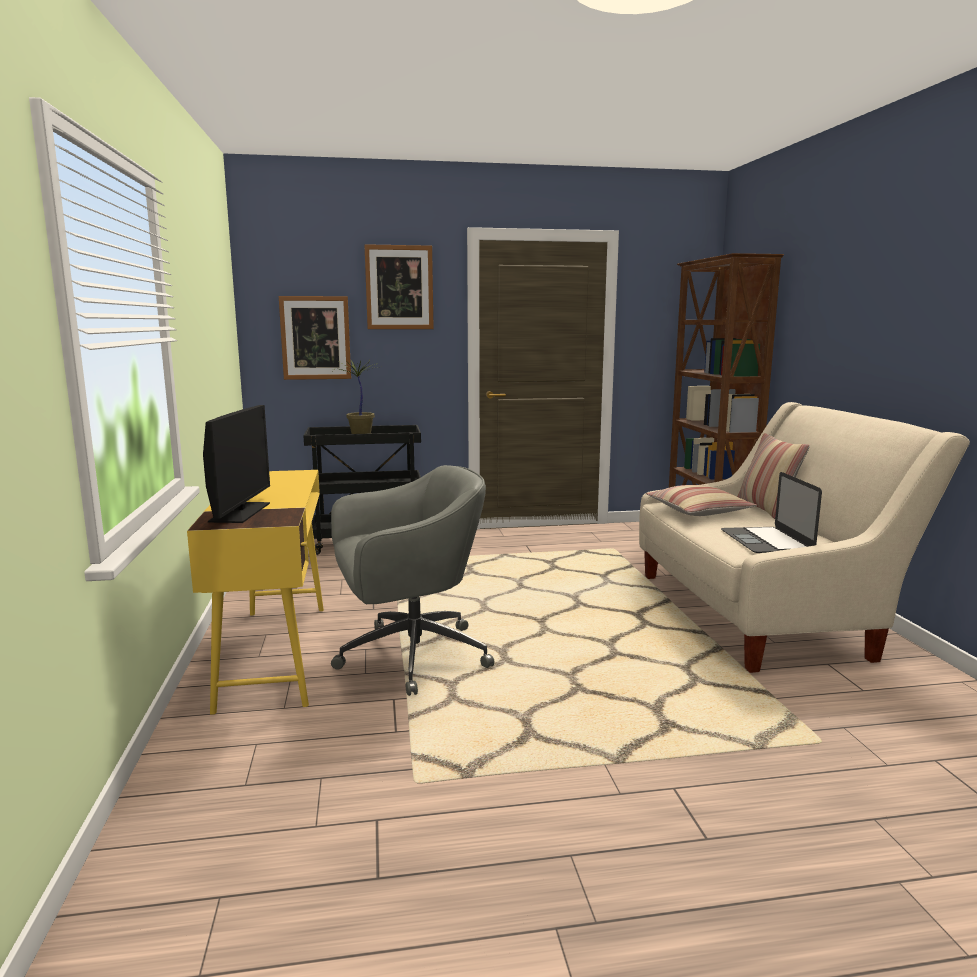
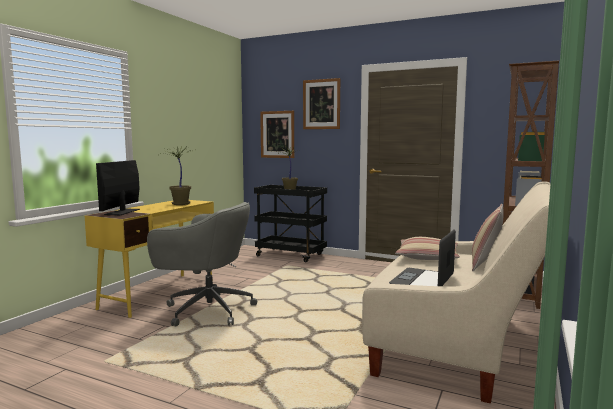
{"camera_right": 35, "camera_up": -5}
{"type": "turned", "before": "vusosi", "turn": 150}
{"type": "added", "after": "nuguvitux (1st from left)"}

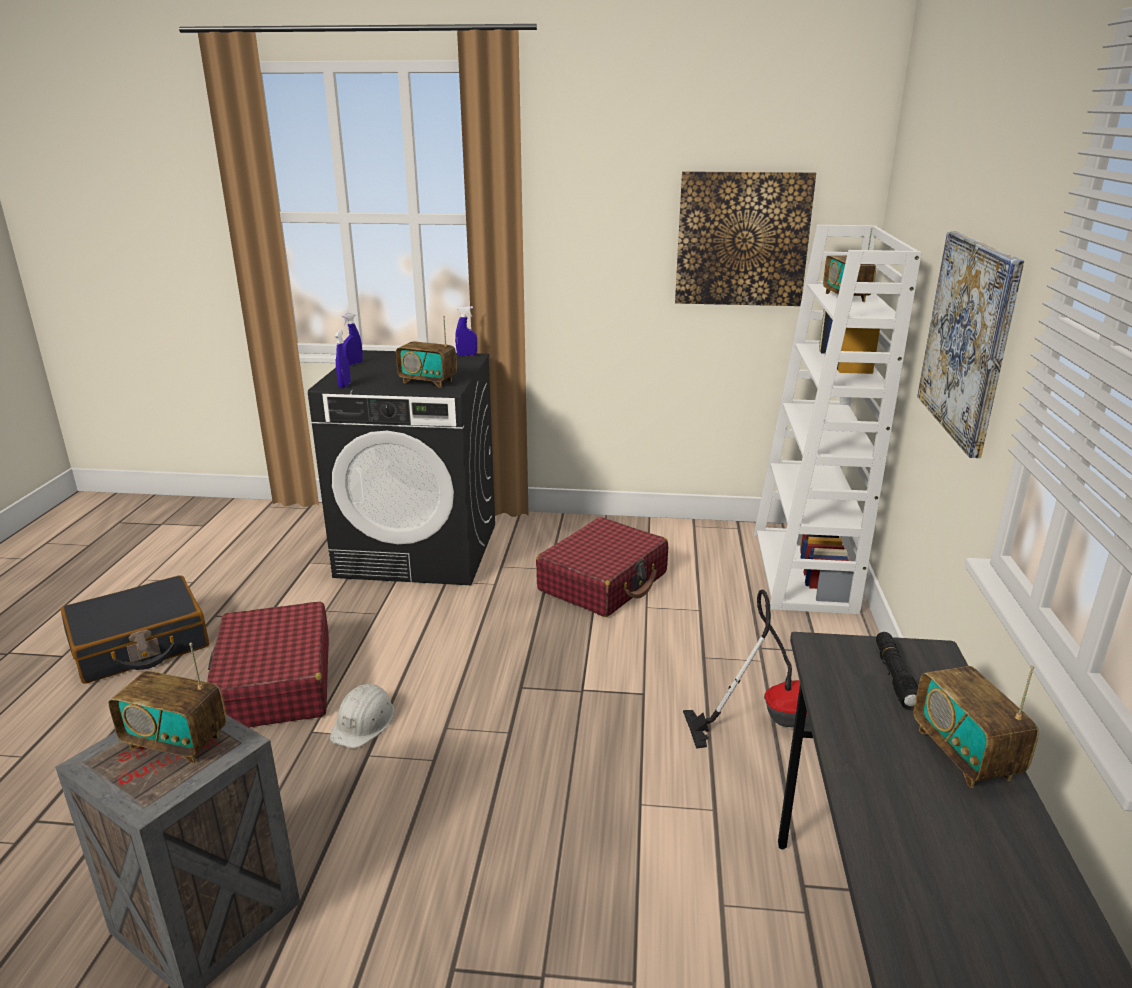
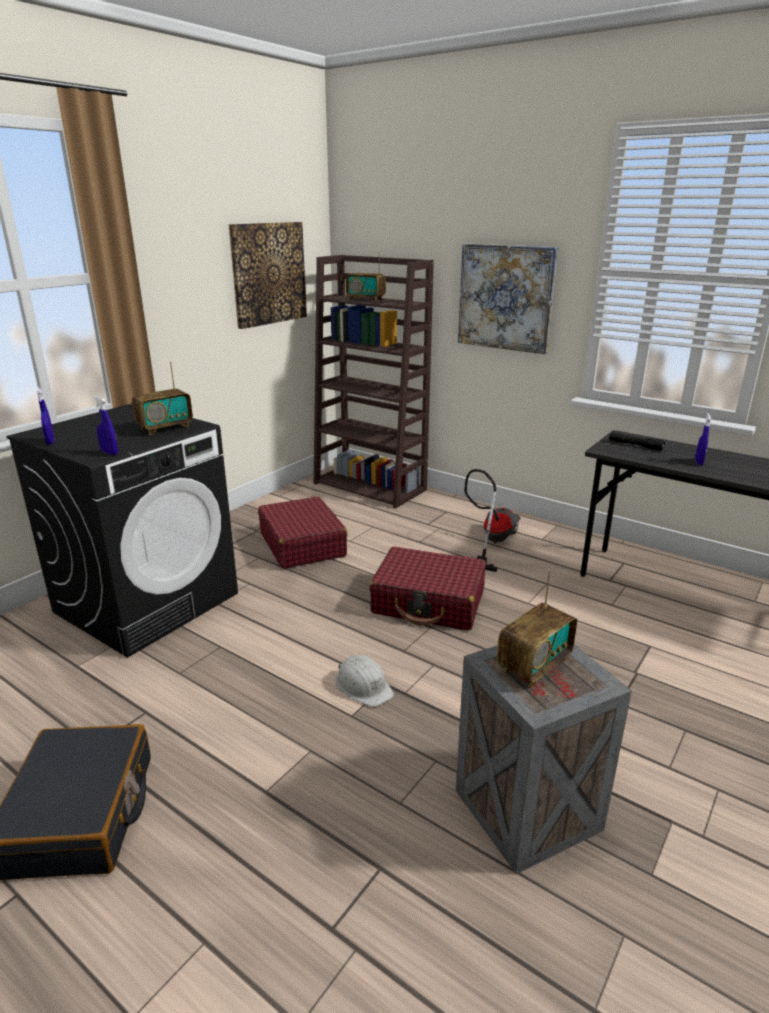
{"camera_right": -60, "camera_up": 0}
{"type": "recoloured", "before": "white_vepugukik", "after": "brown_vepugukik"}
{"type": "moved", "before": "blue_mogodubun (3rd from left)"}
{"type": "moved", "before": "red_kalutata (1st from left in the first image)", "after": "red_kalutata (2nd from left)"}
{"type": "removed", "before": "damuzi (4th from left)"}

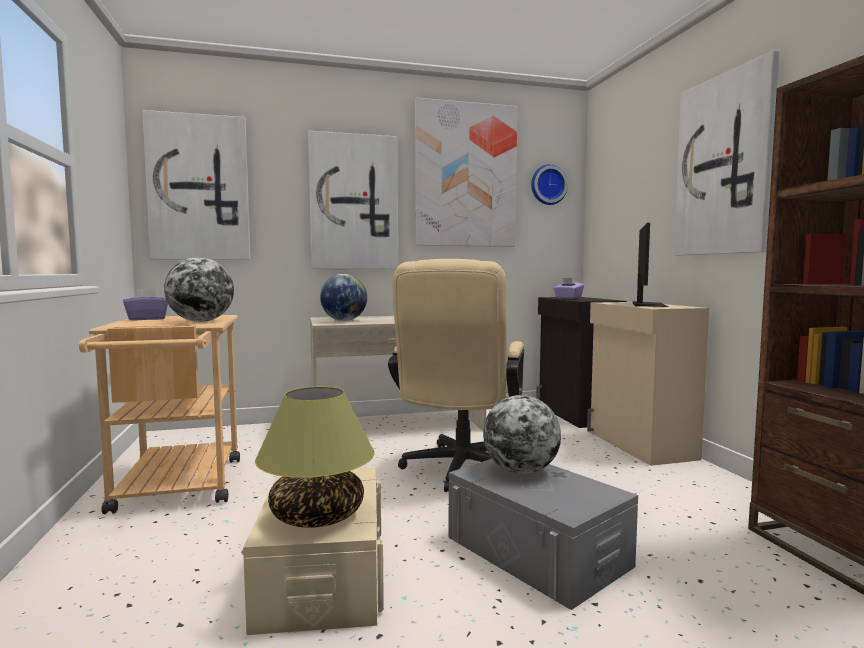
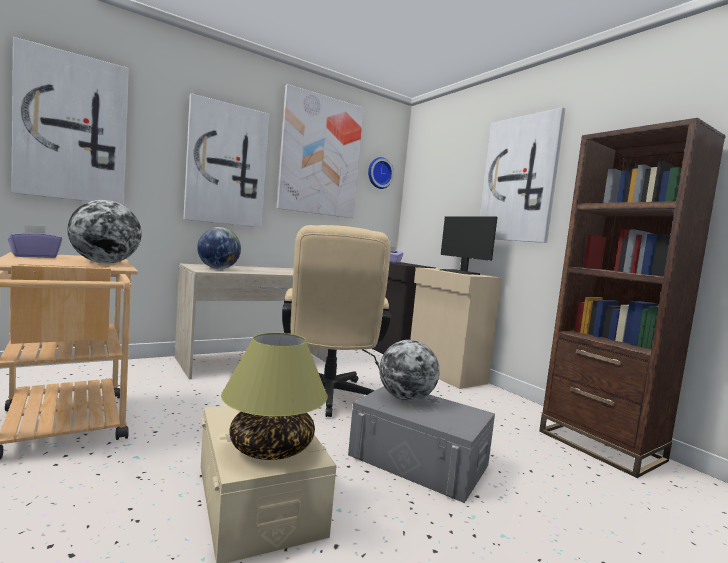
{"camera_right": -20, "camera_up": 0}
{"type": "turned", "before": "vusosi", "turn": 150}

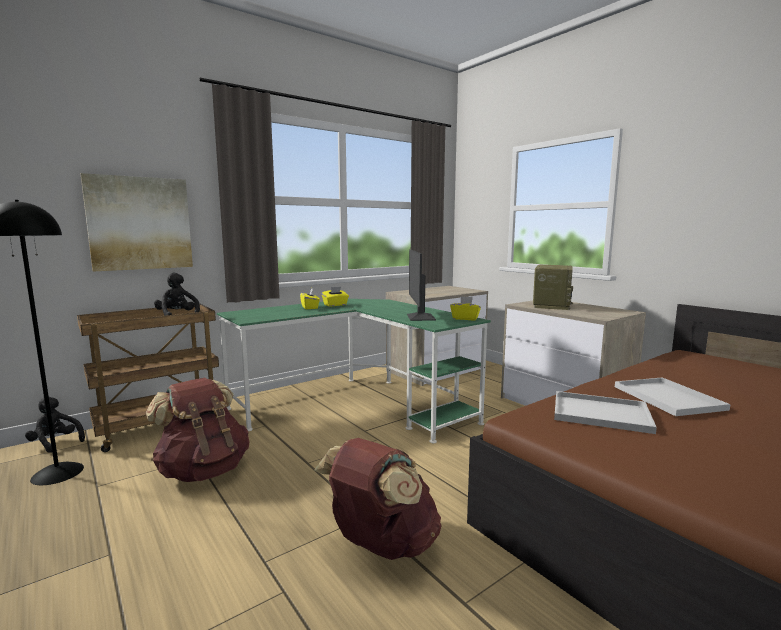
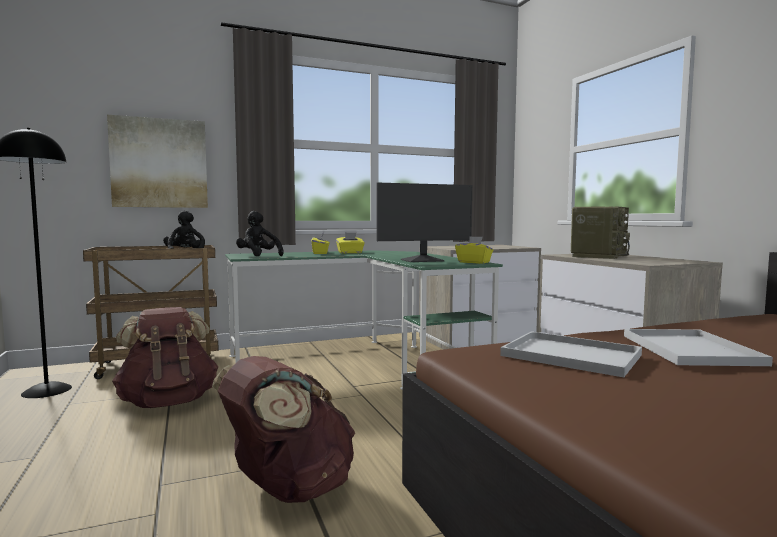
{"camera_right": 15, "camera_up": -5}
{"type": "turned", "before": "vusosi", "turn": -120}
{"type": "moved", "before": "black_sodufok (1st from left in the first image)", "after": "black_sodufok (2nd from left)"}

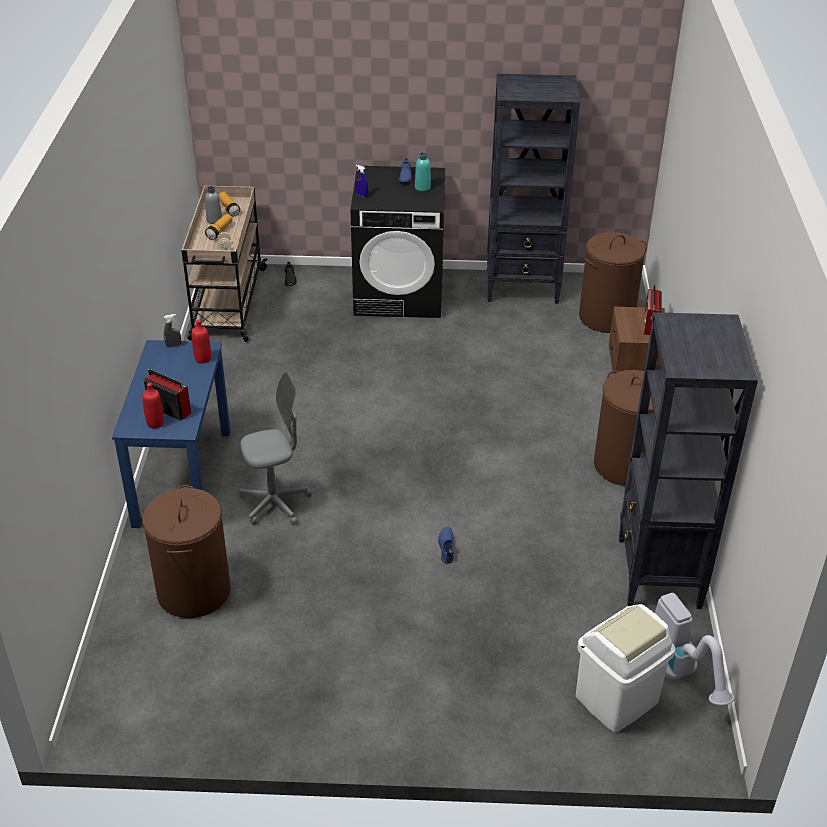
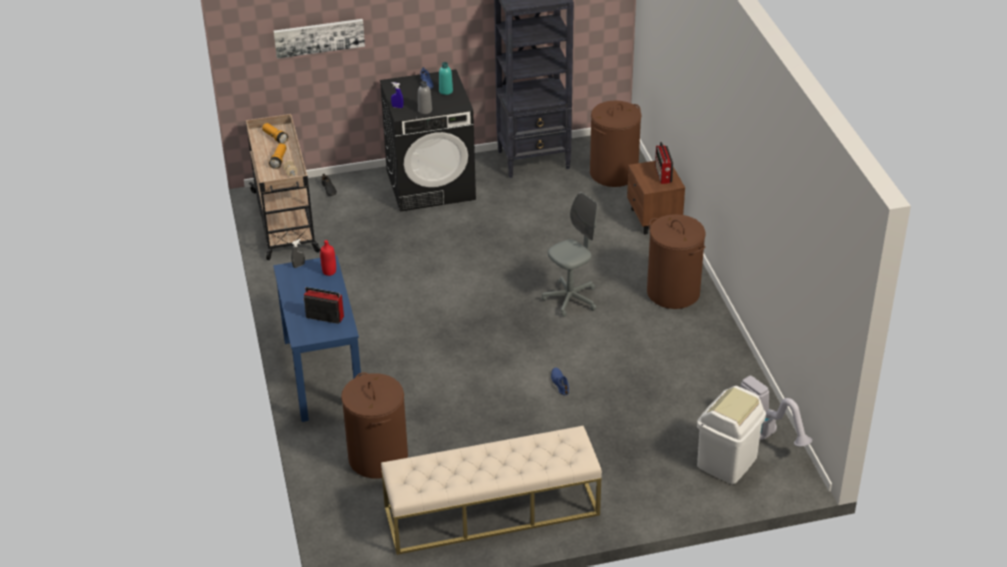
{"camera_right": -15, "camera_up": 0}
{"type": "moved", "before": "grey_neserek"}
{"type": "removed", "before": "black_vepugukik (2nd from left)"}
{"type": "moved", "before": "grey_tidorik"}
{"type": "removed", "before": "red_neserek (1st from left)"}
{"type": "added", "after": "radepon"}
{"type": "added", "after": "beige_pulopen"}

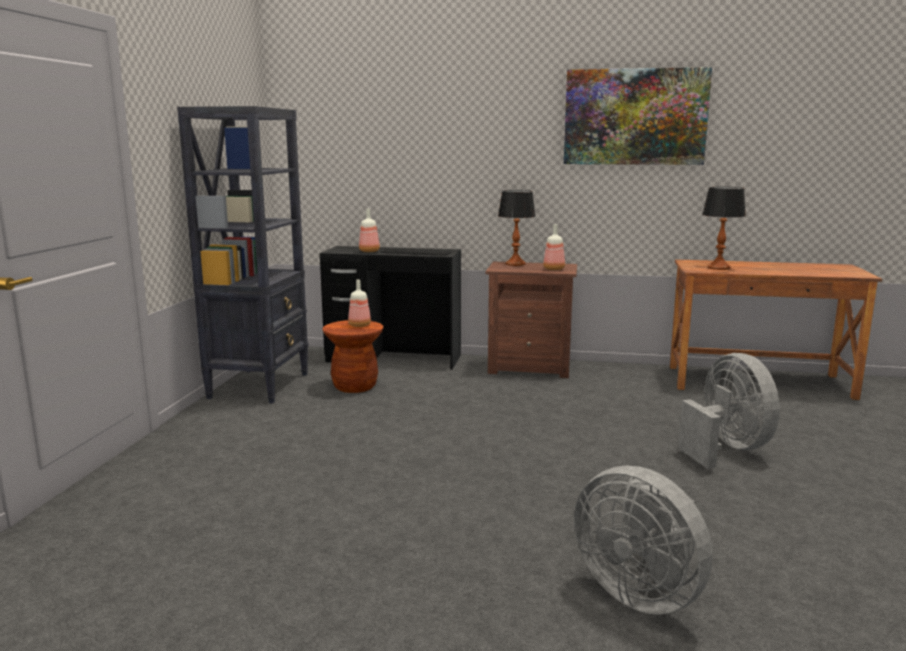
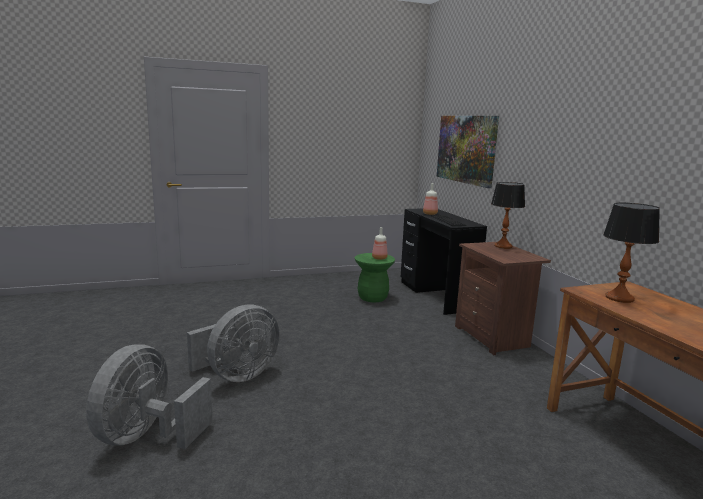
{"camera_right": 60, "camera_up": 0}
{"type": "moved", "before": "radepon"}
{"type": "removed", "before": "black_vepugukik"}
{"type": "removed", "before": "neserek (3rd from left)"}
{"type": "recoloured", "before": "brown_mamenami", "after": "green_mamenami"}
{"type": "moved", "before": "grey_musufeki (2nd from left)"}

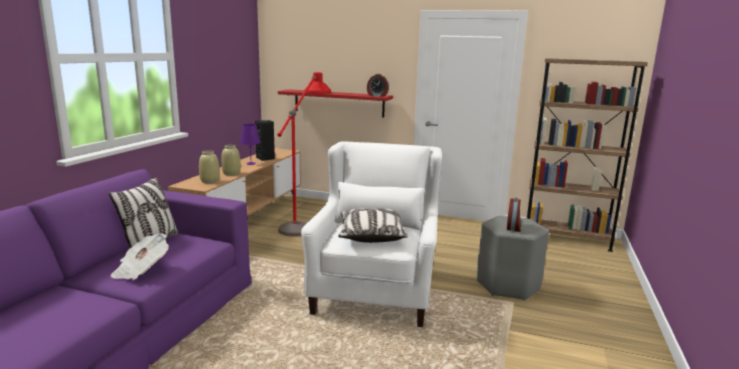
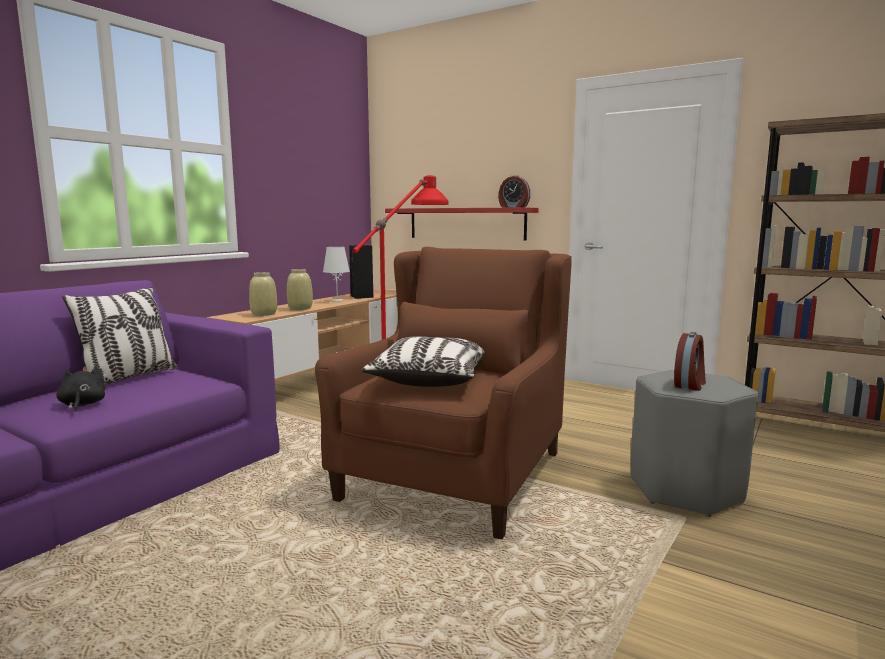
{"camera_right": 15, "camera_up": -5}
{"type": "recoloured", "before": "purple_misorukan", "after": "white_misorukan"}
{"type": "recoloured", "before": "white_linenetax", "after": "brown_linenetax"}
{"type": "replaced", "before": "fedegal", "after": "black_sodufok"}

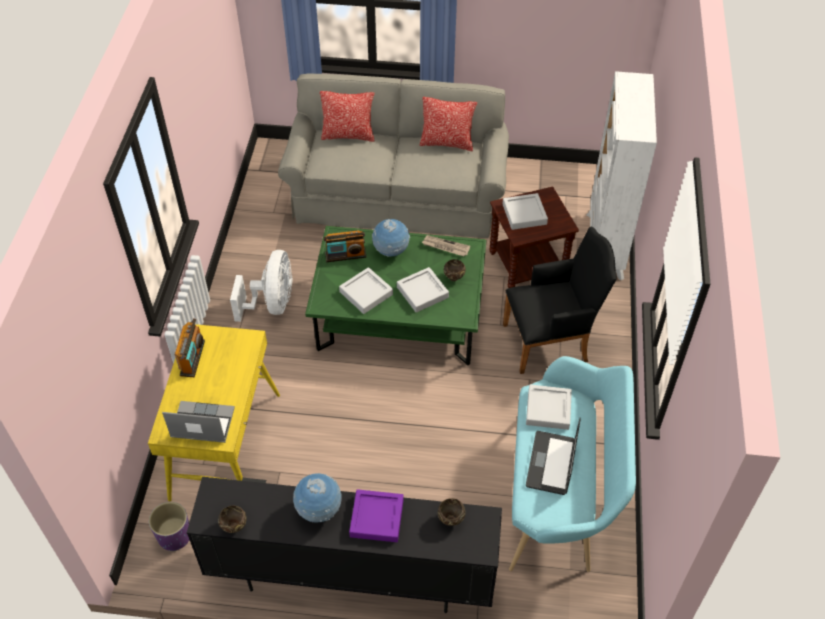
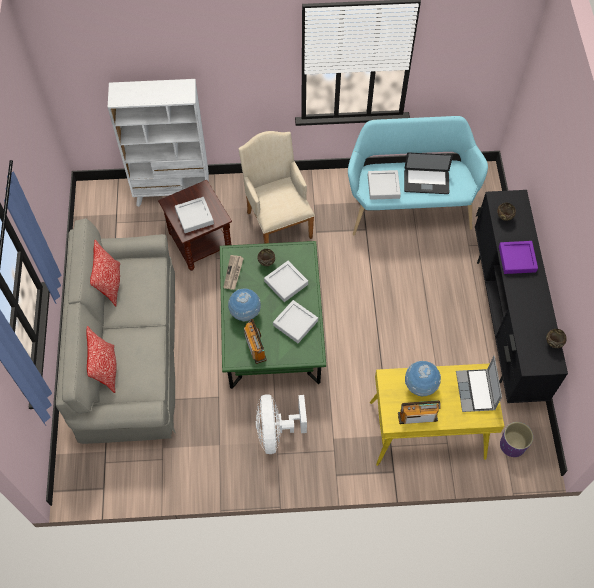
{"camera_right": -100, "camera_up": 10}
{"type": "recoloured", "before": "black_linenetax", "after": "beige_linenetax"}
{"type": "turned", "before": "white_musufeki", "turn": -90}
{"type": "moved", "before": "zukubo (1st from left in the first image)", "after": "zukubo (2nd from left)"}

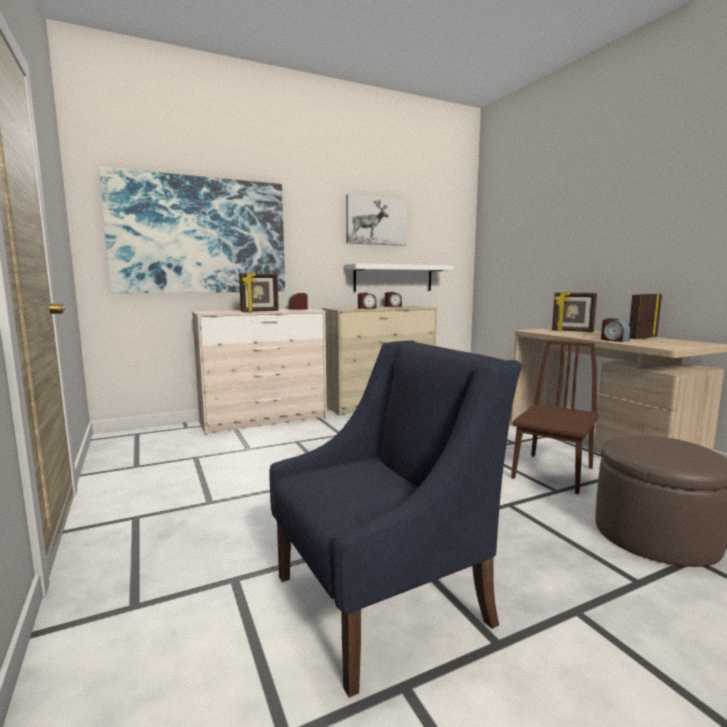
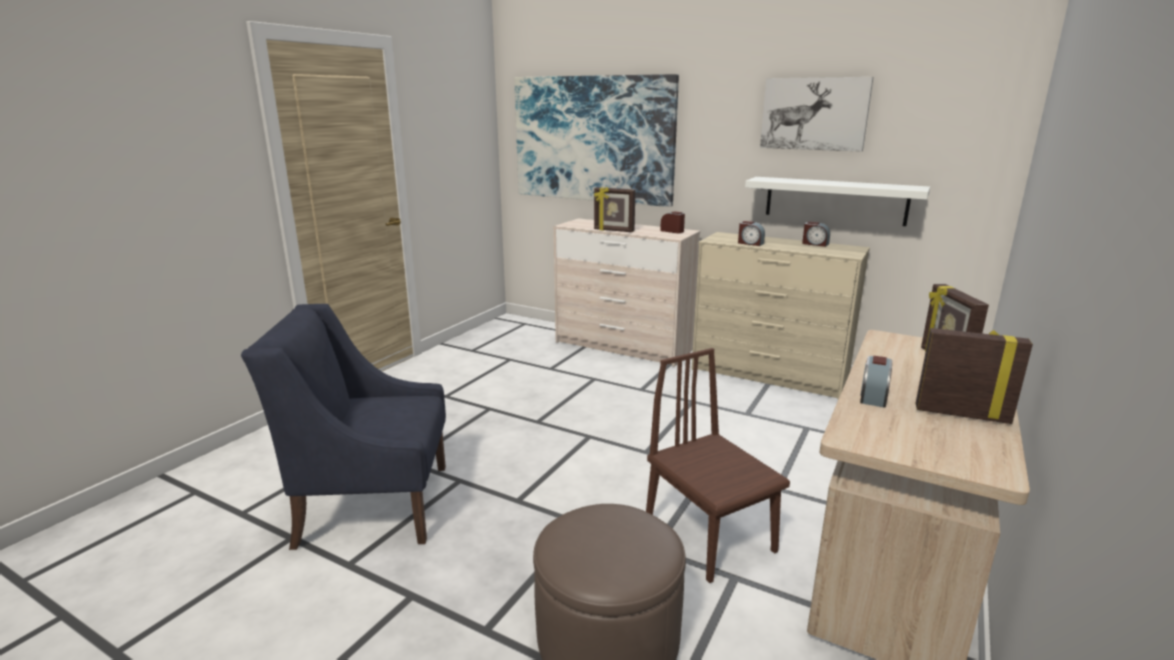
{"camera_right": 55, "camera_up": 10}
{"type": "turned", "before": "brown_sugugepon", "turn": -120}
{"type": "turned", "before": "blue_linenetax", "turn": 150}

